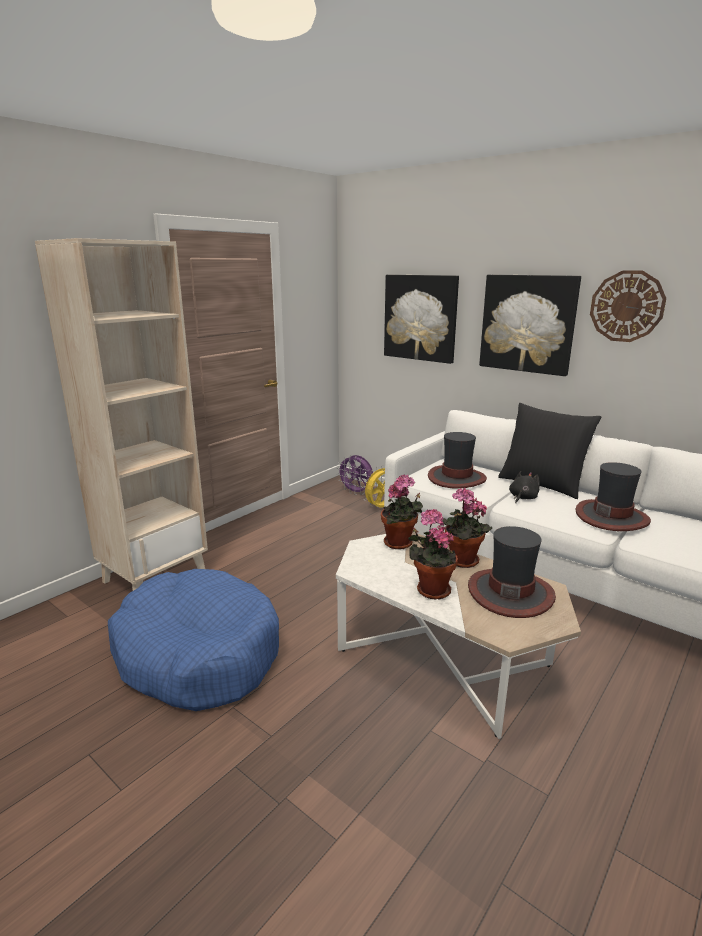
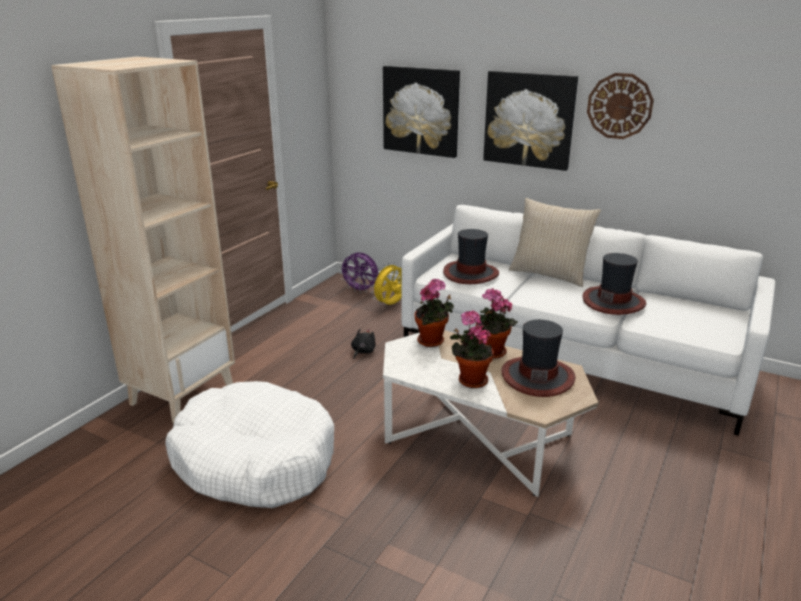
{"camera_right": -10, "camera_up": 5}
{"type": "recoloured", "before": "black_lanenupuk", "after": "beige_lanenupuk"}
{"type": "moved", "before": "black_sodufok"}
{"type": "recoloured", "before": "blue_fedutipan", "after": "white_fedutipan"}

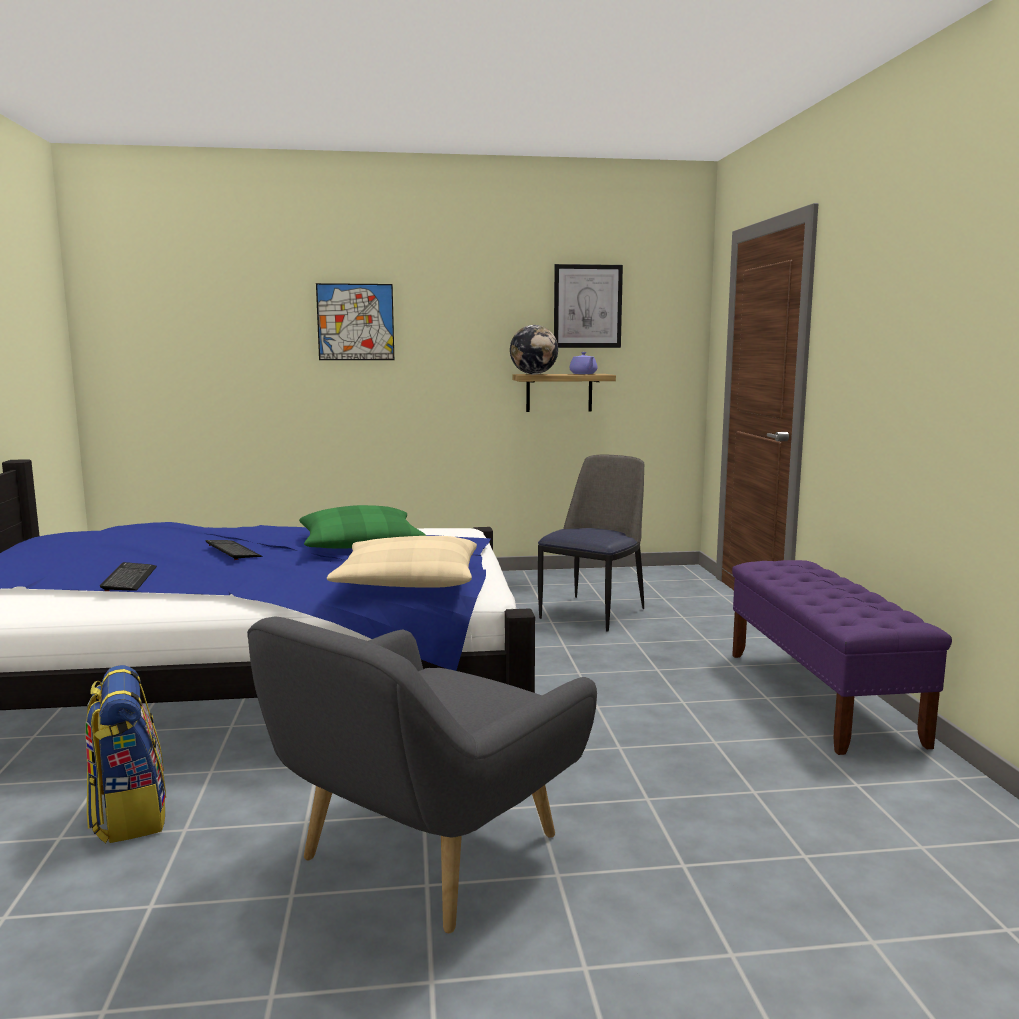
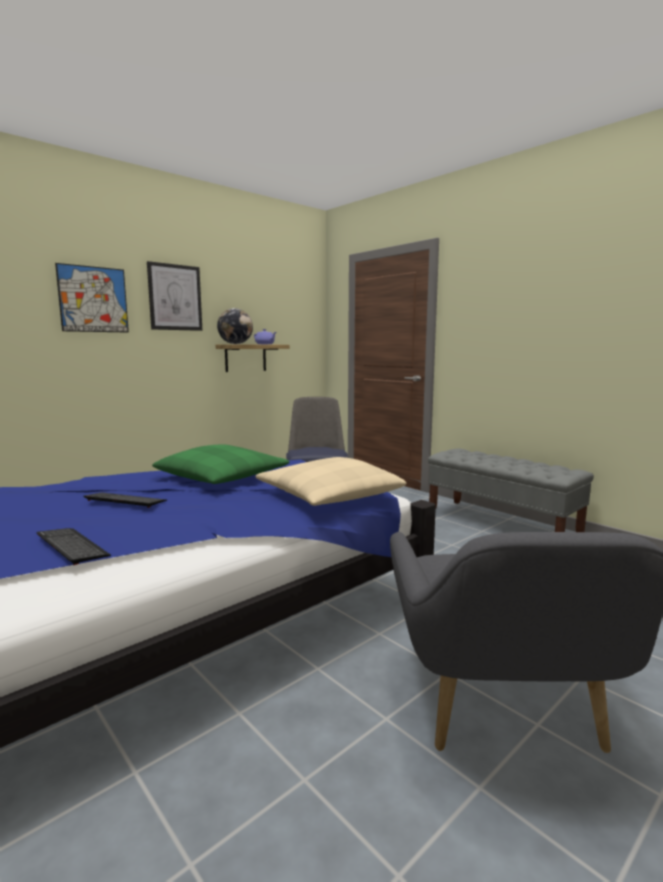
{"camera_right": -35, "camera_up": 0}
{"type": "moved", "before": "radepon (2nd from left)"}
{"type": "recoloured", "before": "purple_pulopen", "after": "grey_pulopen"}
{"type": "removed", "before": "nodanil"}

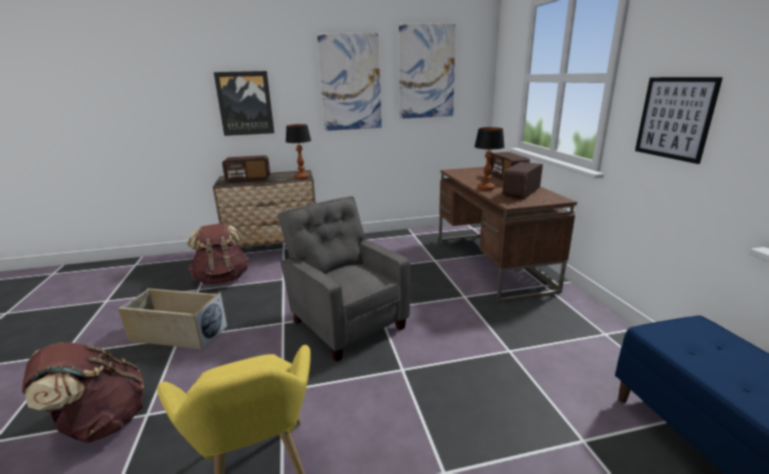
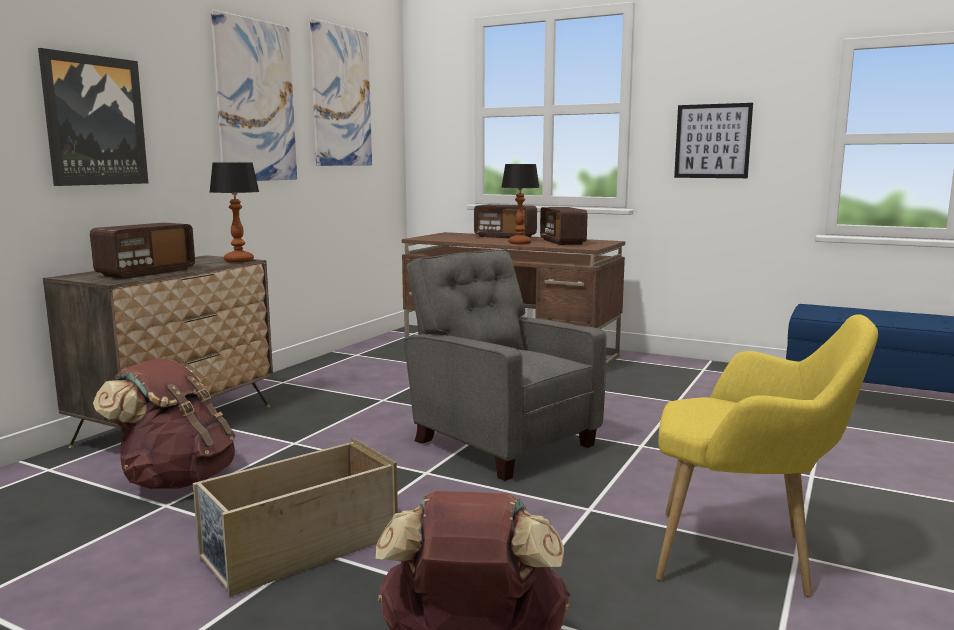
{"camera_right": -50, "camera_up": -10}
{"type": "turned", "before": "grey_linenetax", "turn": 45}

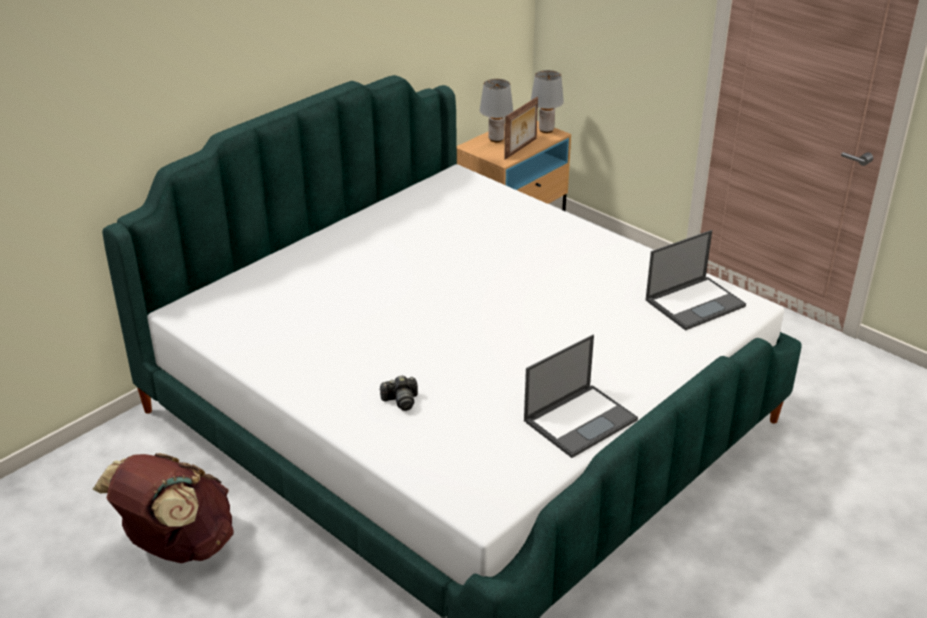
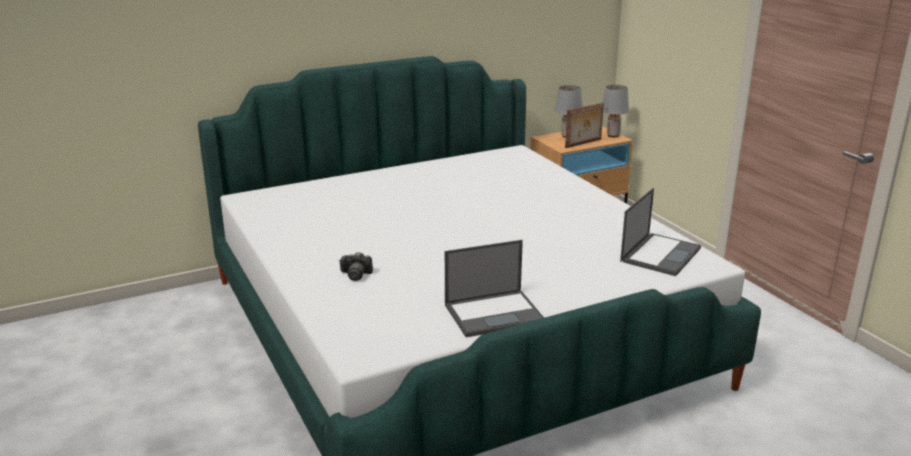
{"camera_right": 20, "camera_up": -10}
{"type": "turned", "before": "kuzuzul (2nd from left)", "turn": -45}
{"type": "removed", "before": "brown_nodanil"}

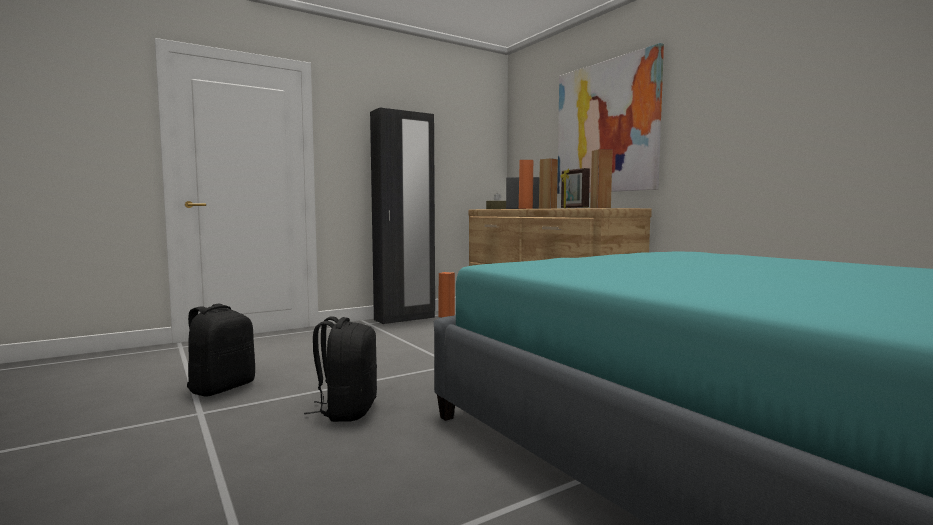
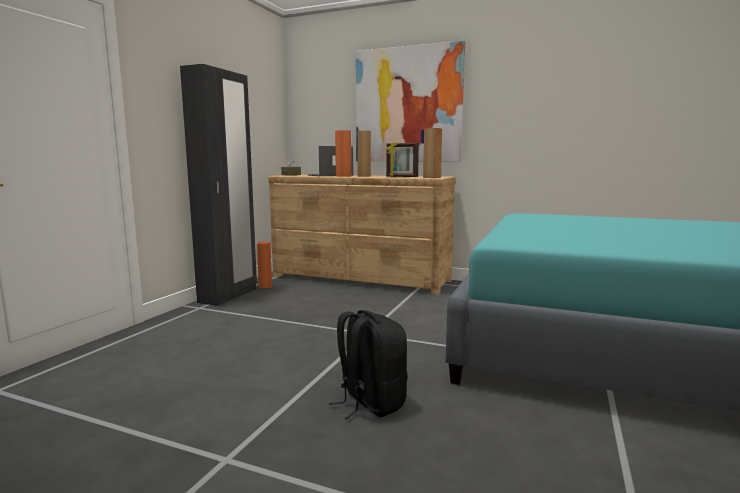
{"camera_right": -35, "camera_up": 5}
{"type": "removed", "before": "black_nodanil (1st from left)"}

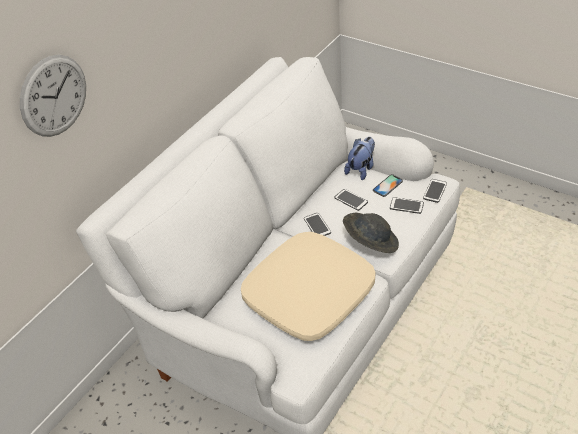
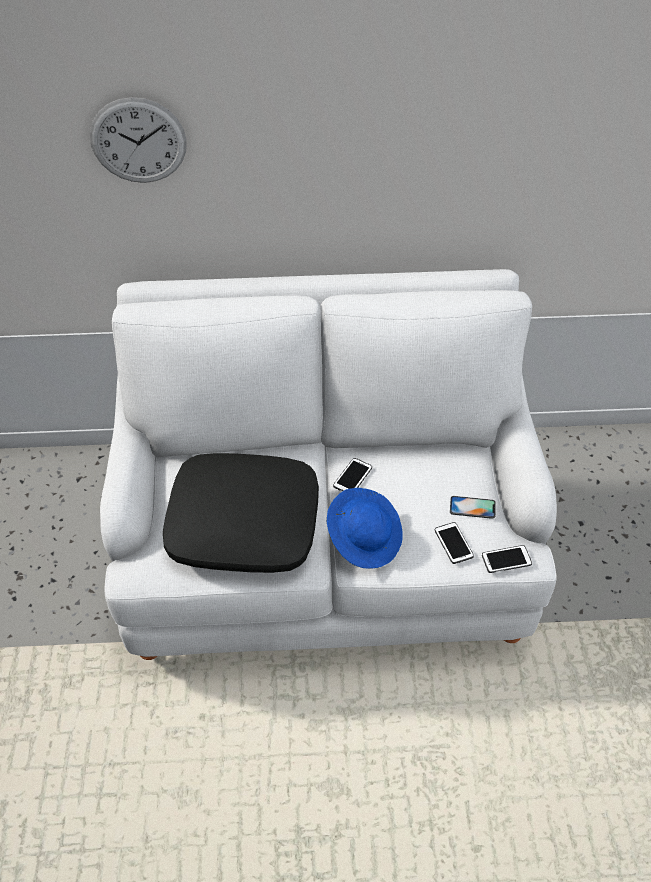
{"camera_right": 50, "camera_up": 5}
{"type": "removed", "before": "sodufok"}
{"type": "removed", "before": "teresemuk (2nd from left)"}
{"type": "recoloured", "before": "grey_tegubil", "after": "blue_tegubil"}
{"type": "recoloured", "before": "beige_lanenupuk", "after": "black_lanenupuk"}

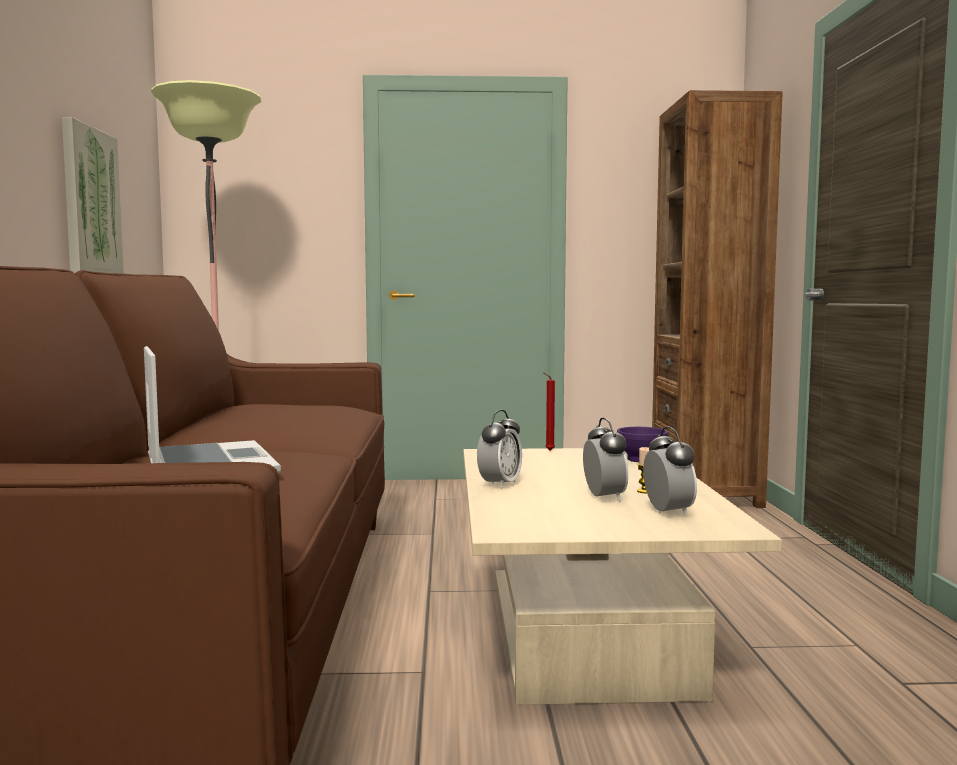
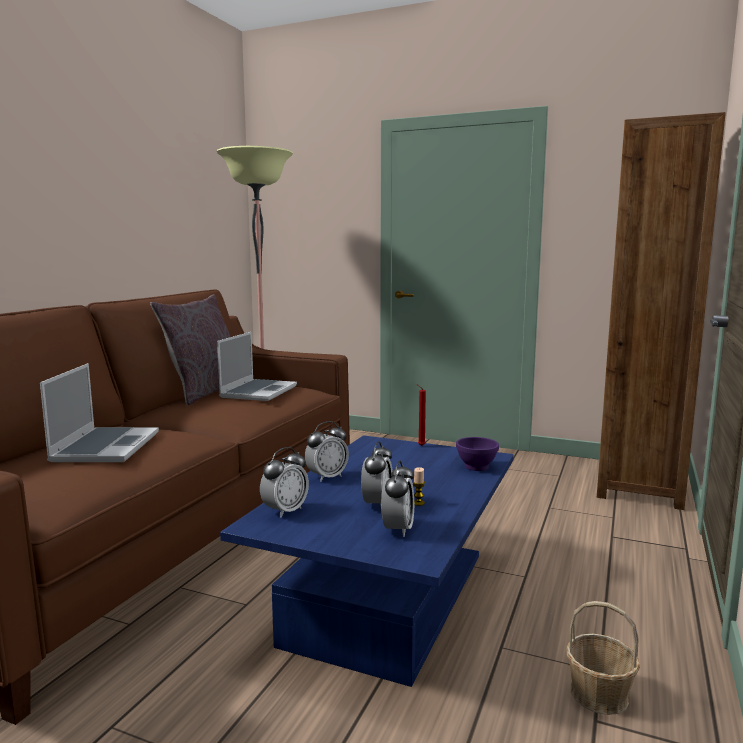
{"camera_right": 25, "camera_up": 5}
{"type": "removed", "before": "radepon"}
{"type": "recoloured", "before": "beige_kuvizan", "after": "blue_kuvizan"}
{"type": "added", "after": "grey_lanenupuk"}
{"type": "added", "after": "kuzuzul (2nd from left)"}
{"type": "added", "after": "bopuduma (1st from left)"}
{"type": "added", "after": "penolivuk"}

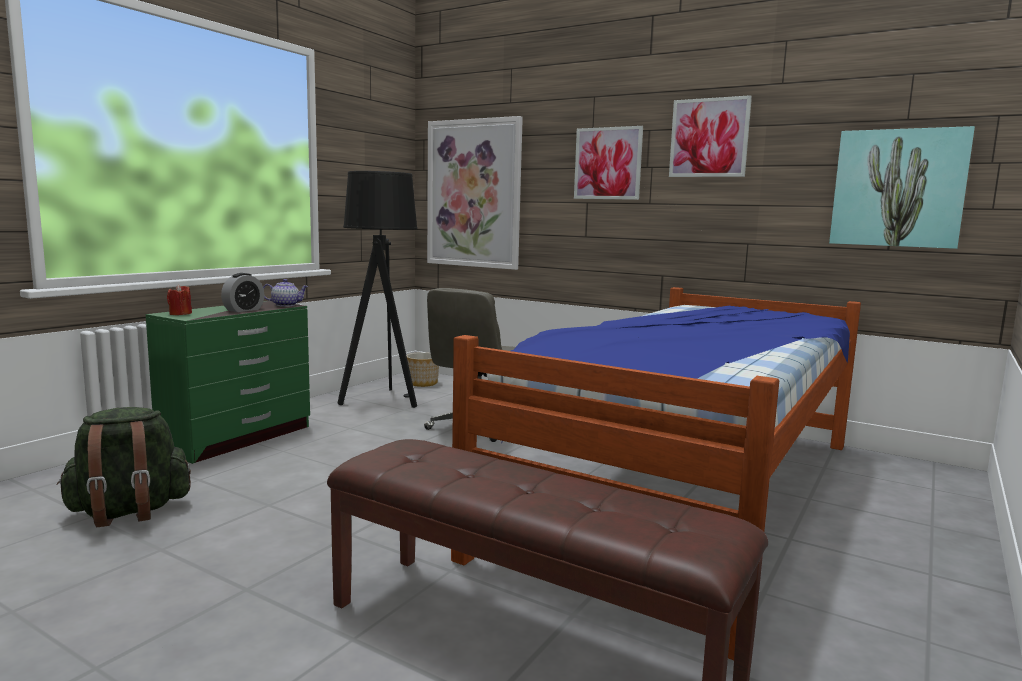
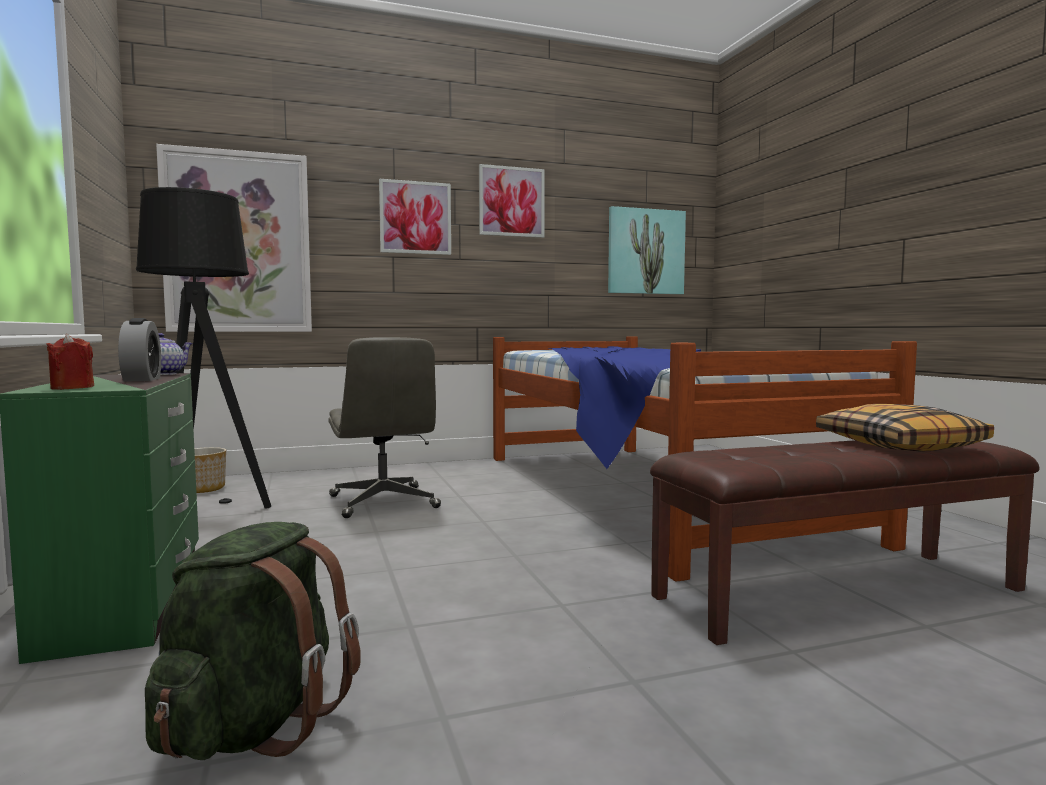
{"camera_right": -50, "camera_up": -5}
{"type": "added", "after": "lanenupuk"}

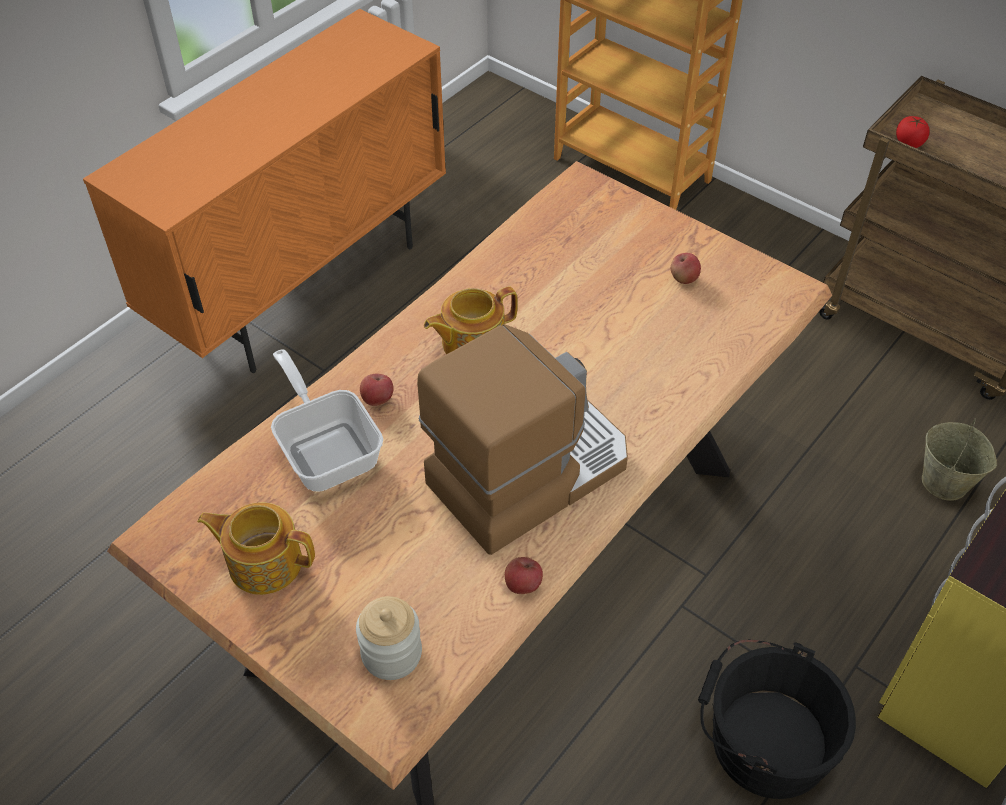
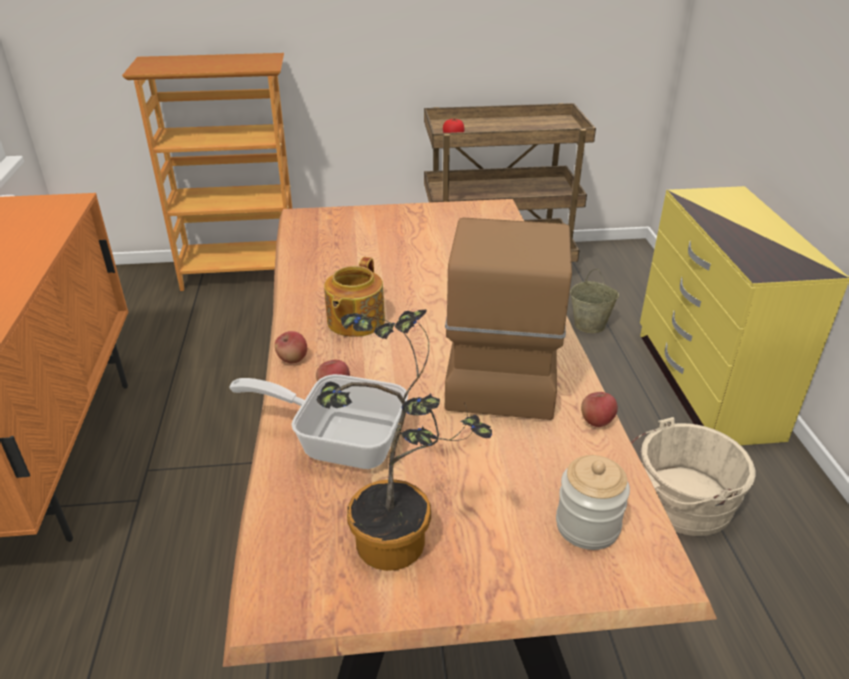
{"camera_right": -45, "camera_up": -15}
{"type": "moved", "before": "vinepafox (3rd from left in the first image)", "after": "vinepafox (1st from left)"}
{"type": "replaced", "before": "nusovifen (1st from left)", "after": "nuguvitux"}
{"type": "recoloured", "before": "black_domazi", "after": "beige_domazi (2nd from left)"}

